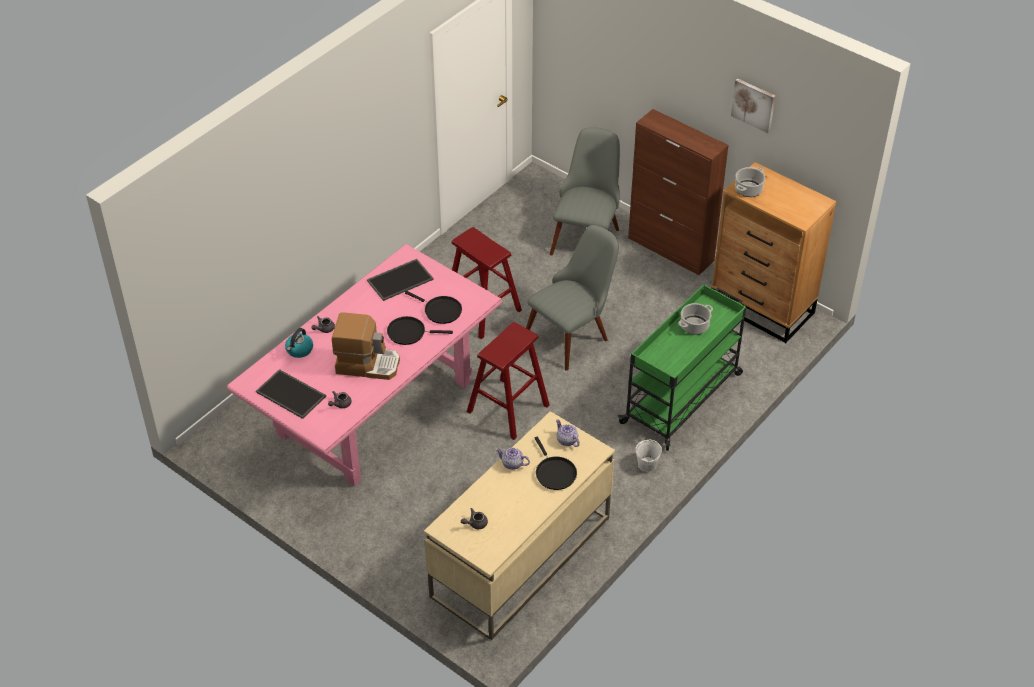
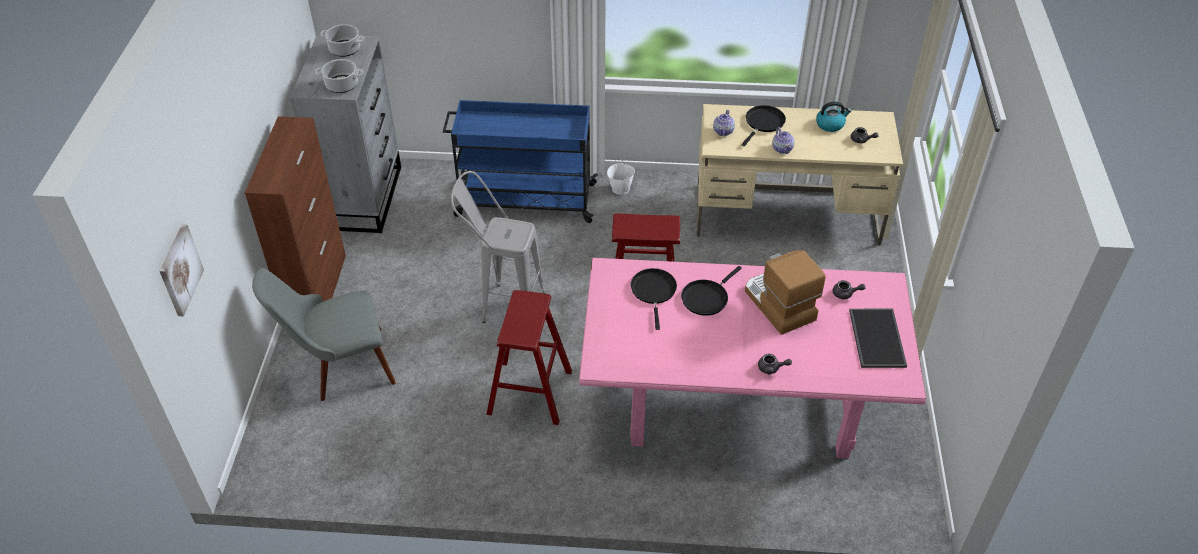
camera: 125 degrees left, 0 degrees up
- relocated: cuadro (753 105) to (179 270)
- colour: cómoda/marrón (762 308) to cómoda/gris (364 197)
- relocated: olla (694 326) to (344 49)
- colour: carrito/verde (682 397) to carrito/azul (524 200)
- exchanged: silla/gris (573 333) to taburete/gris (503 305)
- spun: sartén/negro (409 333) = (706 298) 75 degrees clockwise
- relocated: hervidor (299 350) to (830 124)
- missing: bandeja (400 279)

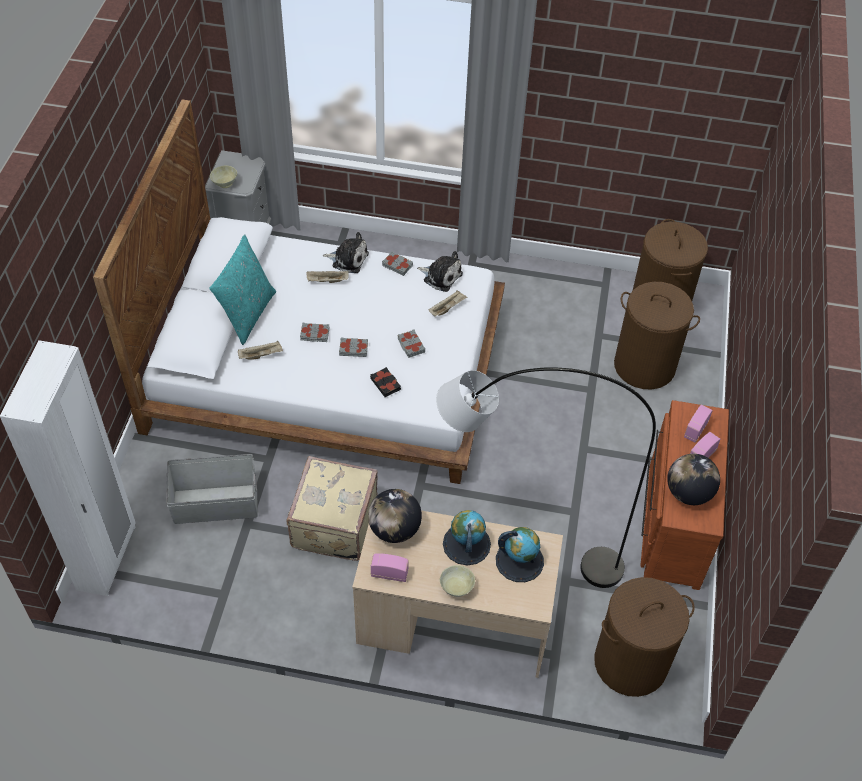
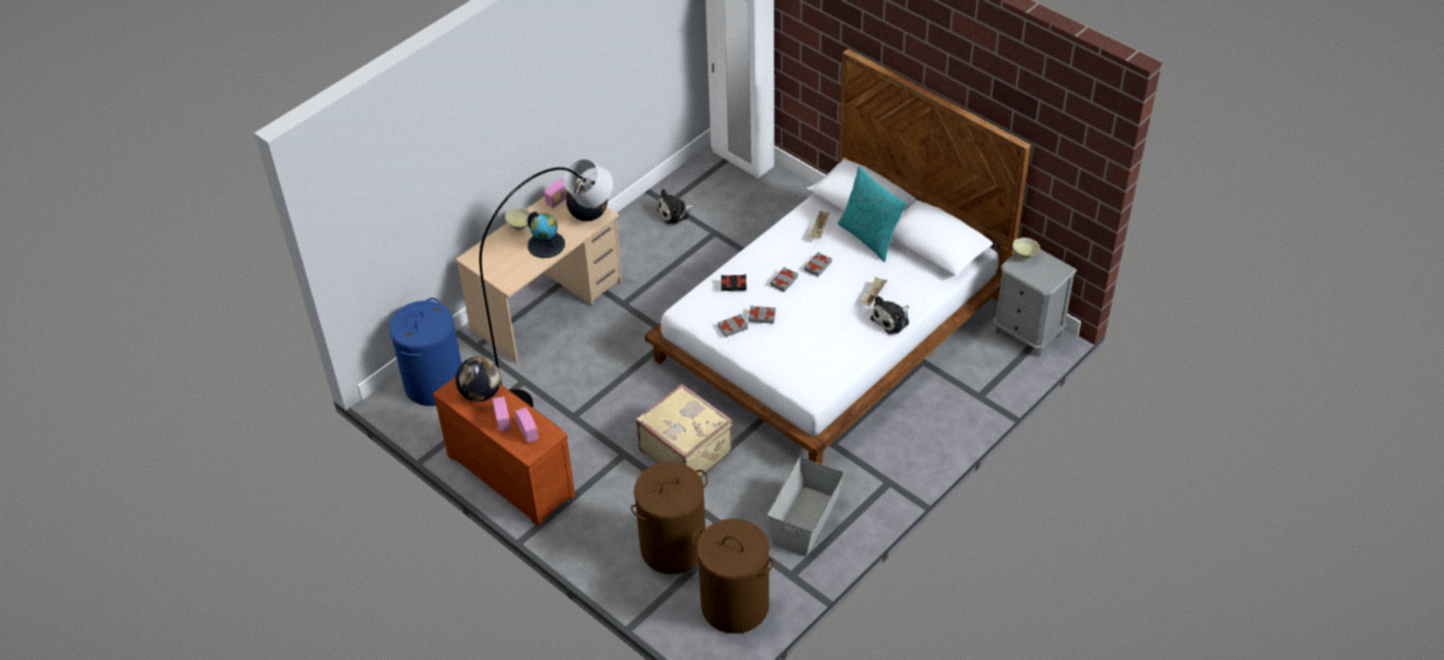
camera: 125 degrees right, 5 degrees down
- colour: cesto de la ropa/marrón (630 663) to cesto de la ropa/azul (434 383)
- relocated: maleta/beis (332 524) to (686 450)
- relocated: peluche (441 276) to (675 213)
- relocated: libro/gris (397 265) to (733 328)
- relocated: caja de almacenaje/gris (216 504) to (804 521)
- missing: bandeja/beis (447 308)
- missing: globo terráqueo (519 560)

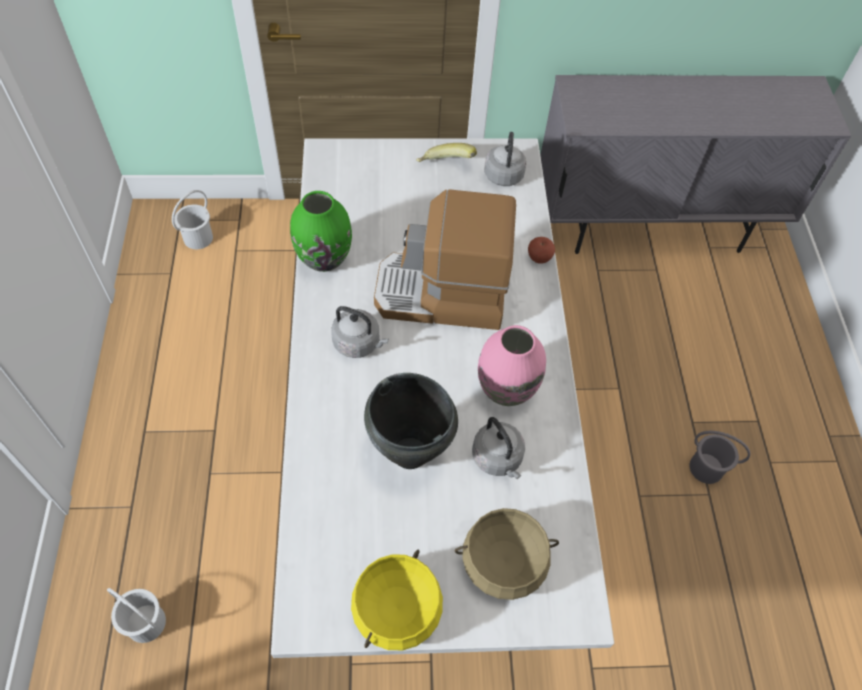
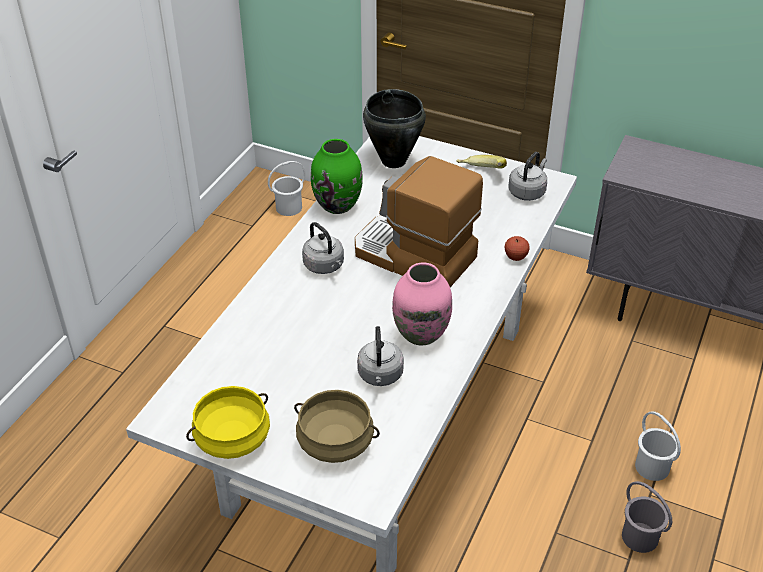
camera: 30 degrees right, 15 degrees down
- relocated: olla/negro (409 454) to (393 161)
- relocated: cubo/blanco (146 622) to (652 466)

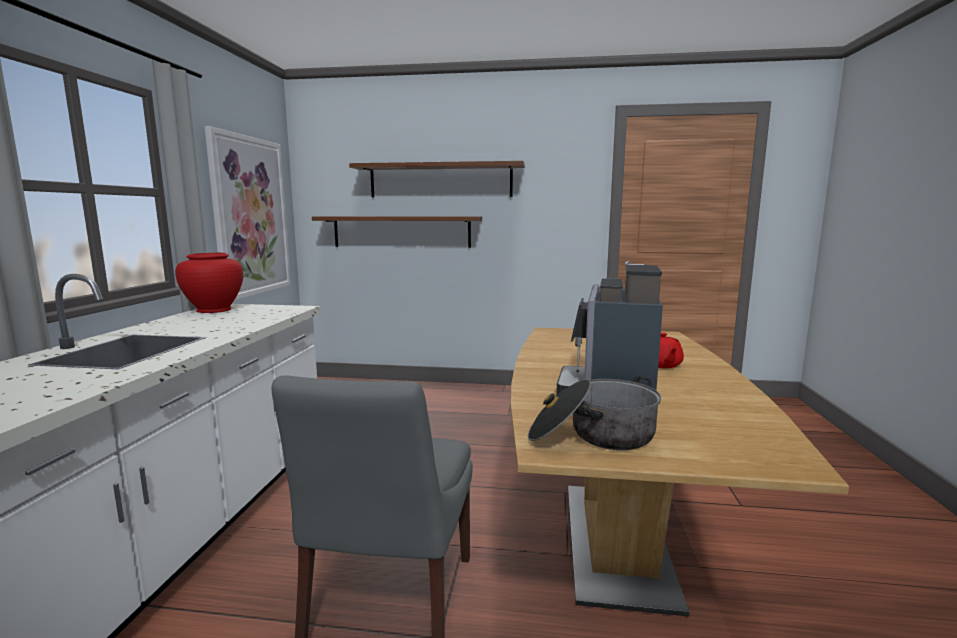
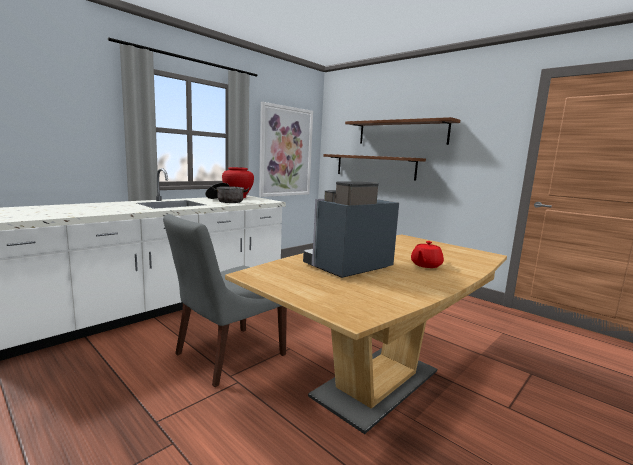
camera: 35 degrees right, 0 degrees up
- relocated: olla (593 436) to (226 201)

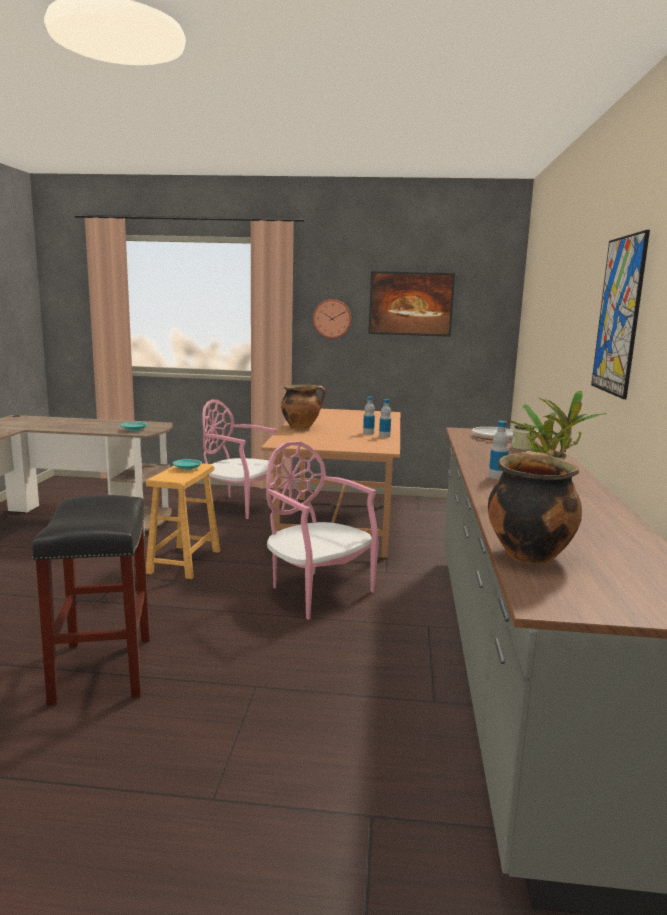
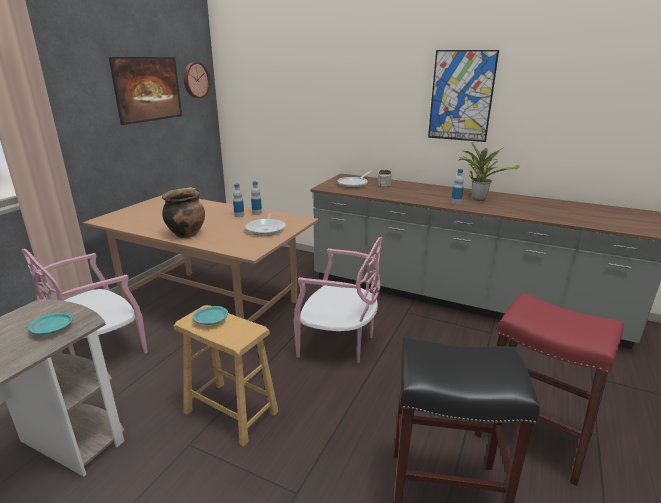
camera: 70 degrees left, 10 degrees up
- relocated: reloj de pared (332 318) to (195 80)
- appeared: sartén (266 229)
- spun: silla/rosa (316 591) = (339 343) 135 degrees counterclockwise
- appeared: taburete/rojo (532 437)
- missing: olla (527 554)

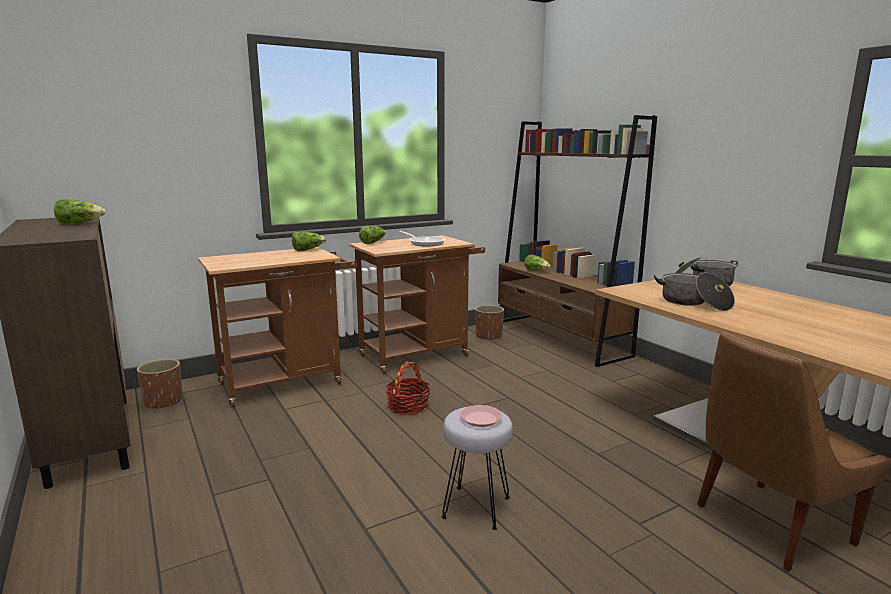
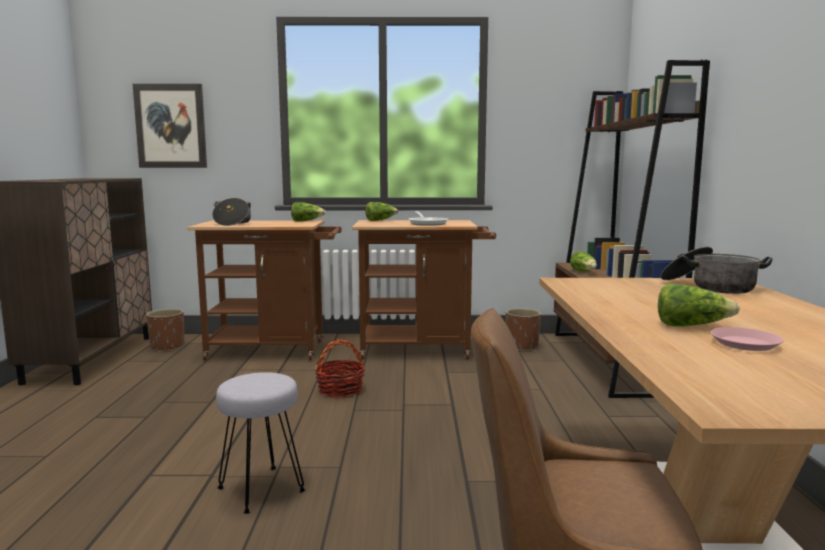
camera: 30 degrees right, 5 degrees down
- appeared: cuadro (171 126)
- relocated: olla (694 303) to (232 223)
- relocated: lechuga (79 224) to (691 326)
- relocated: plato/rosa (481 419) to (745 343)

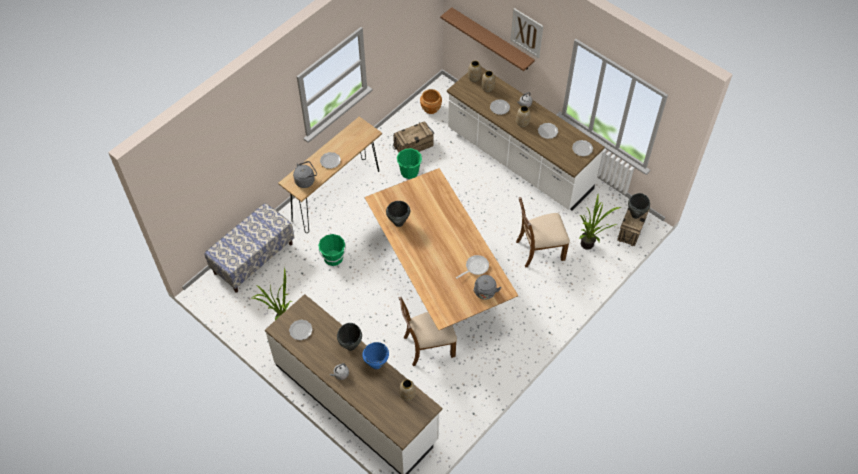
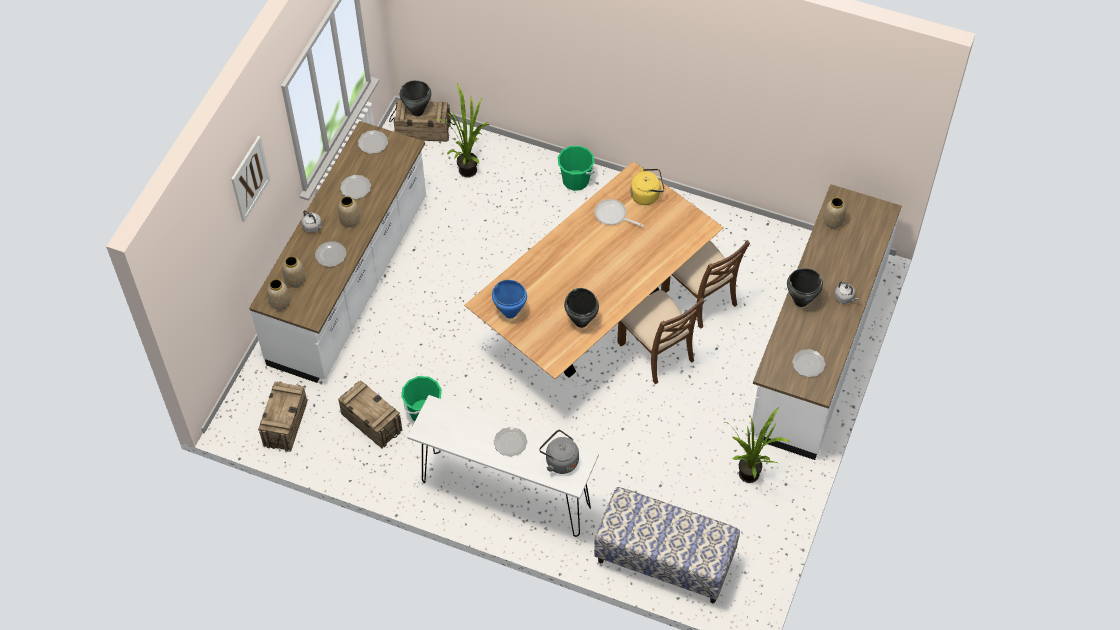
camera: 110 degrees left, 0 degrees up
- exchanged: maceta/marrón (431 108) to caja de embalaje (285 424)
- colour: mesa consola/marrón (336 195) to mesa consola/blanco (505 494)
- relocated: olla/azul (376 364) to (510 313)
- relocated: cubo/verde (333 258) to (576 180)
- relocated: silla/marrón (539 250) to (657 351)
- colour: hervidor/gris (485 293) to hervidor/amarillo (647 195)
- missing: estante/marrón (492 39)

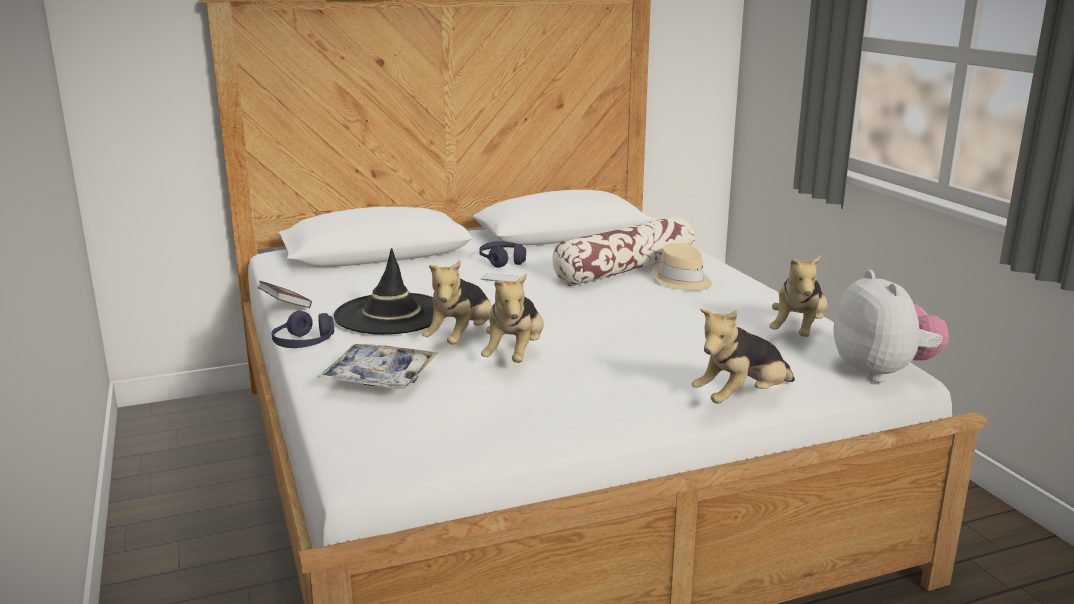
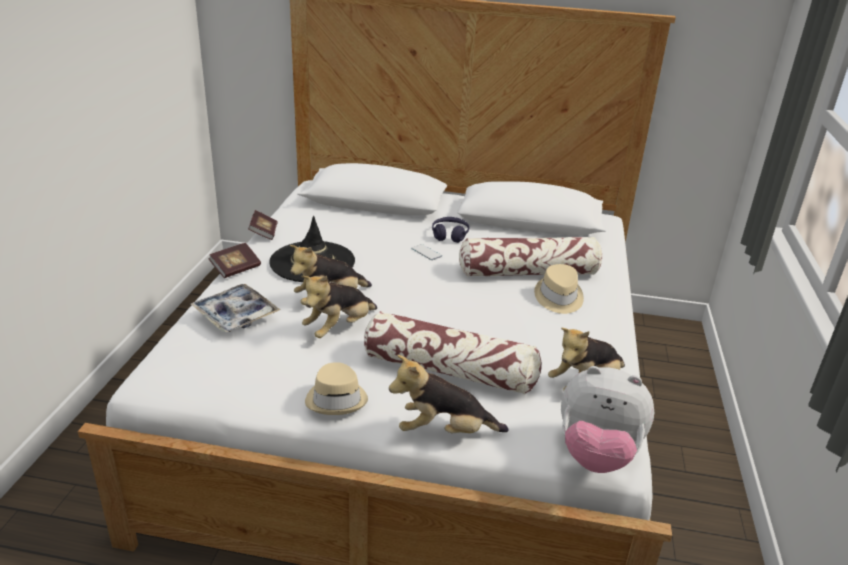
camera: 30 degrees right, 10 degrees up
- exchanged: auriculares/morado (304 343) to libro (236 269)
- appeared: sombrero/beis (337 399)
- appeared: cojín (450 370)
- spun: peluche (882 373) = (596 455) 90 degrees clockwise

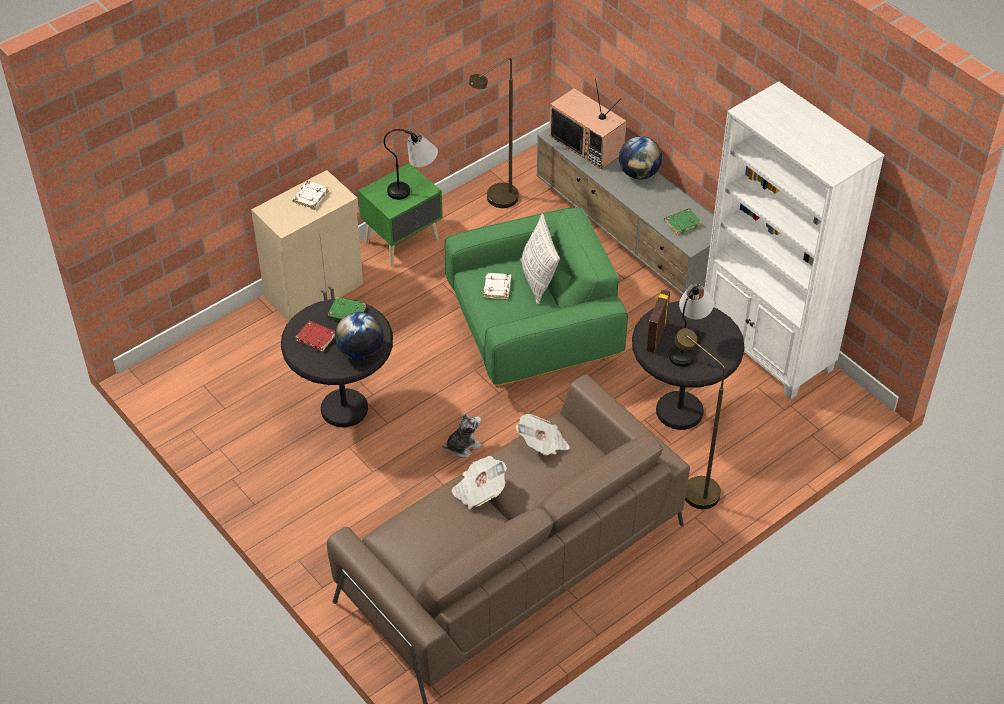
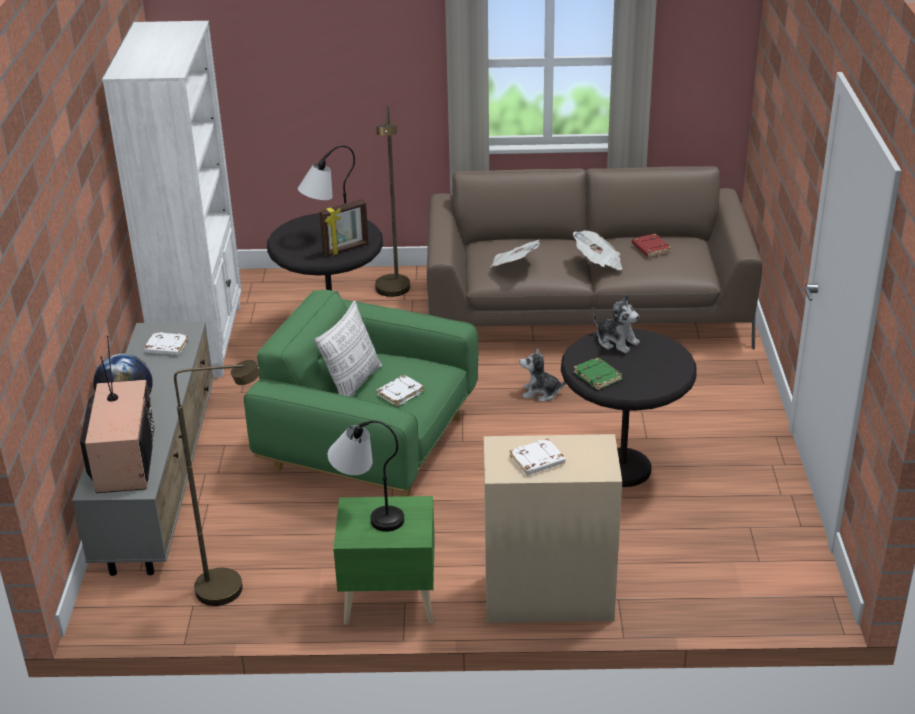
camera: 140 degrees left, 15 degrees down
- colour: libro/verde (682 223) to libro/blanco (166 347)
- exchanged: globo terráqueo (360 352) to peluche (616 342)
- relocated: libro/rojo (316 338) to (650 248)

